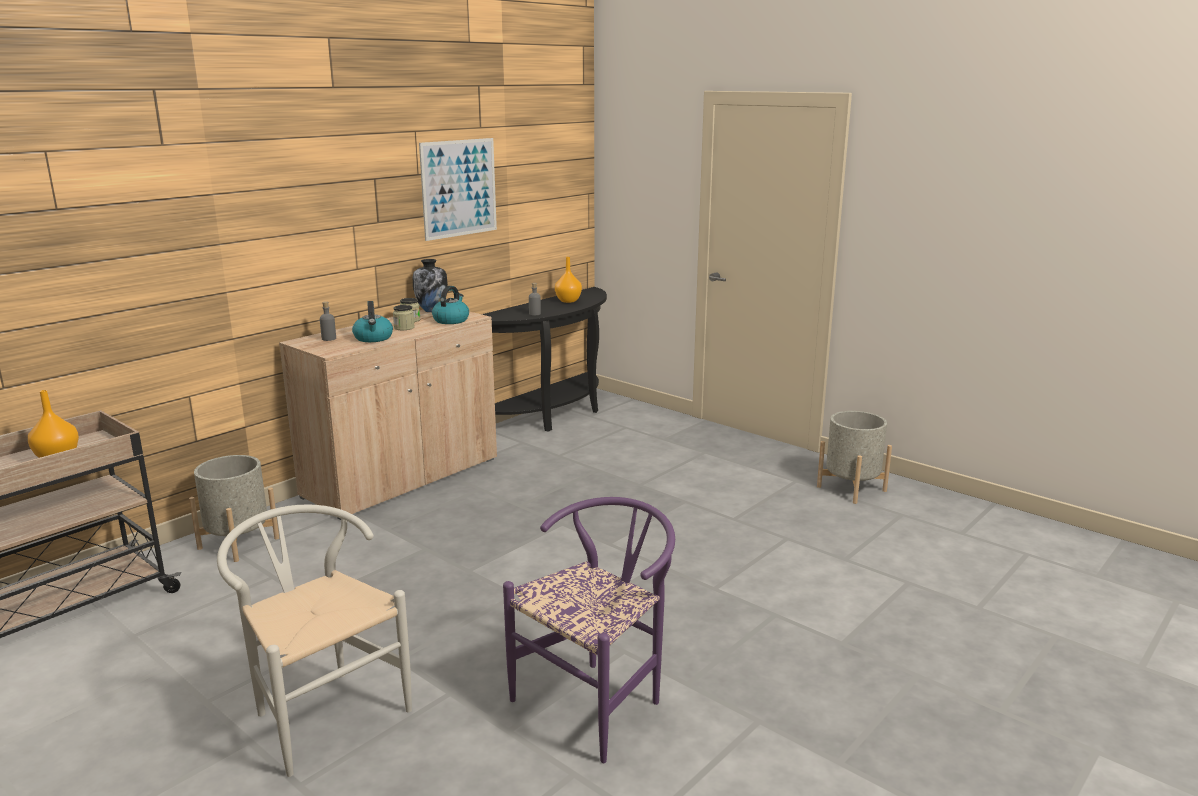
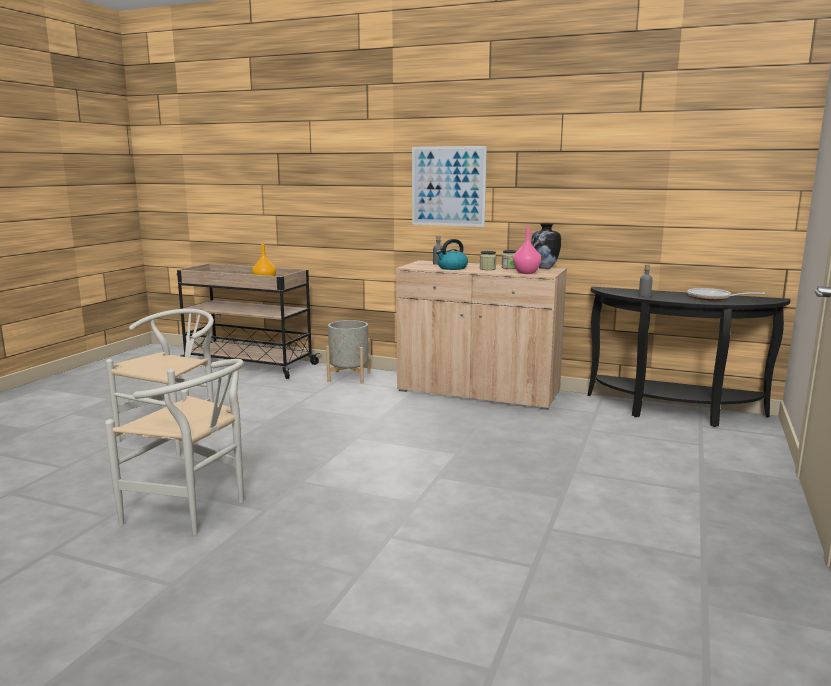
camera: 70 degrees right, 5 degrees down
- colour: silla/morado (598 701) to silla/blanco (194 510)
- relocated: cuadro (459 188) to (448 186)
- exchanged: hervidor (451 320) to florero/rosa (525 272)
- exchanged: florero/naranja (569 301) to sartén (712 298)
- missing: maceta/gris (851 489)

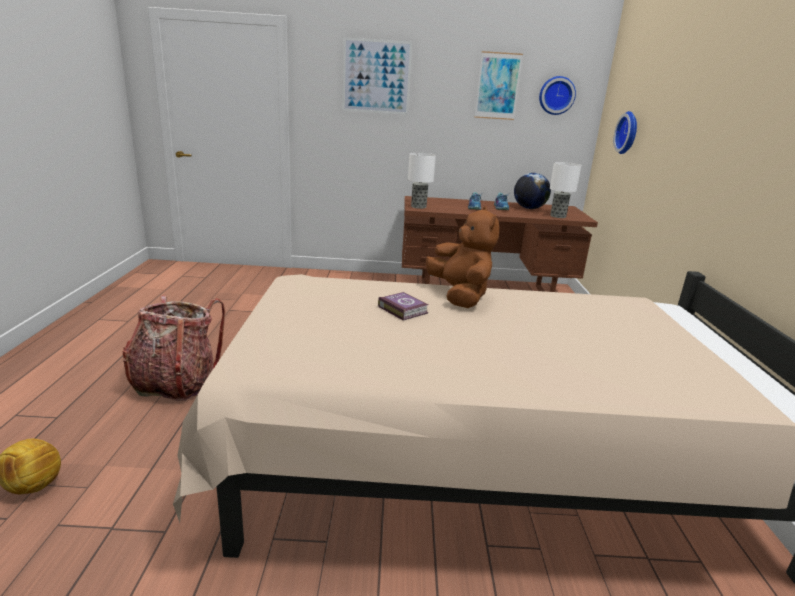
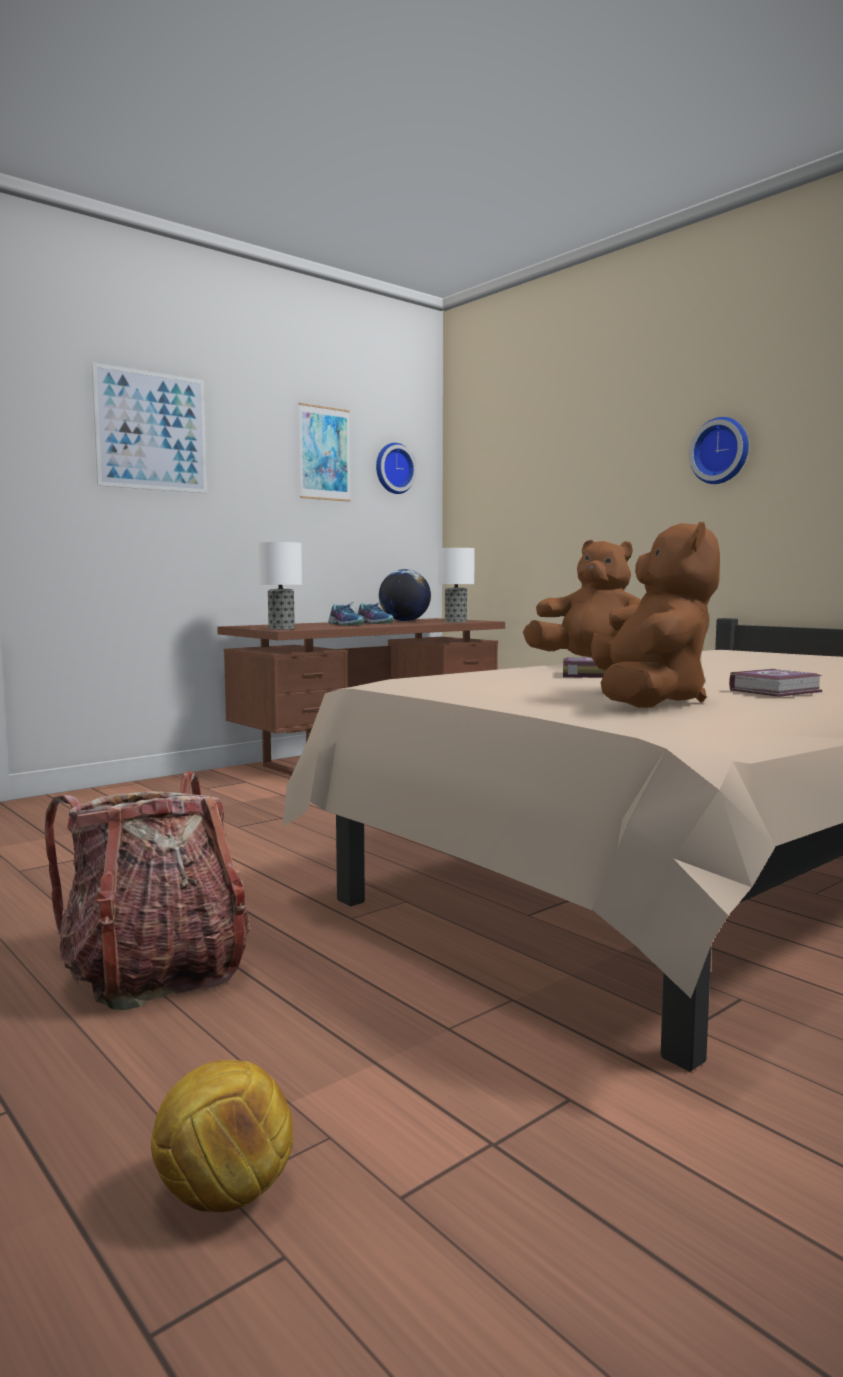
camera: 40 degrees left, 15 degrees down
- appeared: peluche/marrón (648 701)
- relocated: reloj de pared (628 133) to (721 451)
- appeared: libro (778 691)

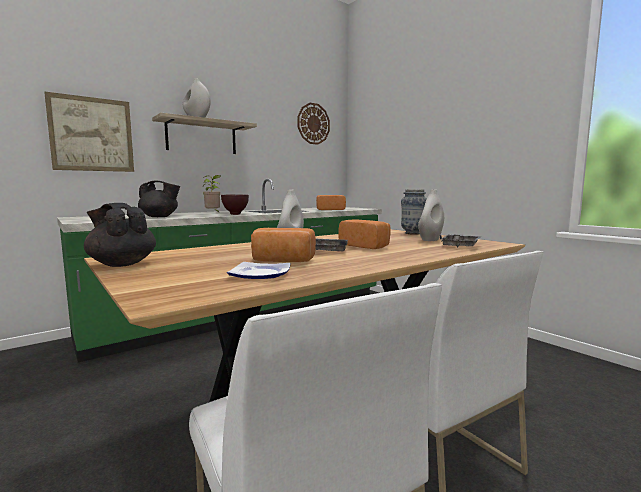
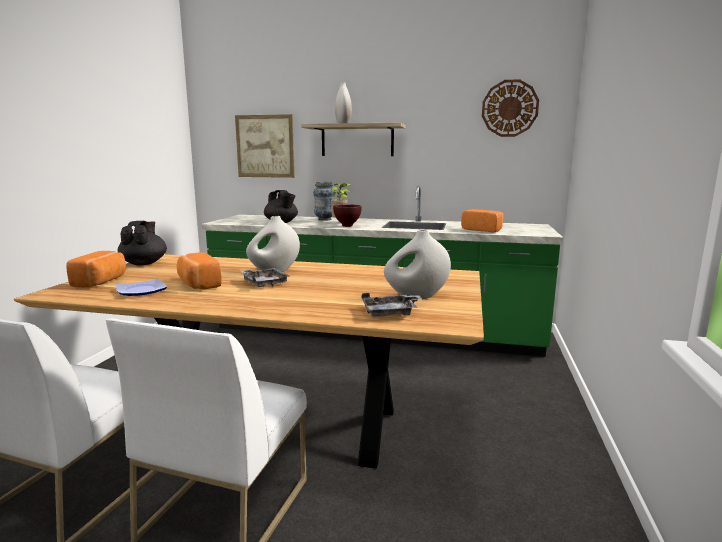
camera: 50 degrees right, 5 degrees up
- relocated: pan (365 246) to (102 281)
- relocated: florero (413 233) to (324 219)

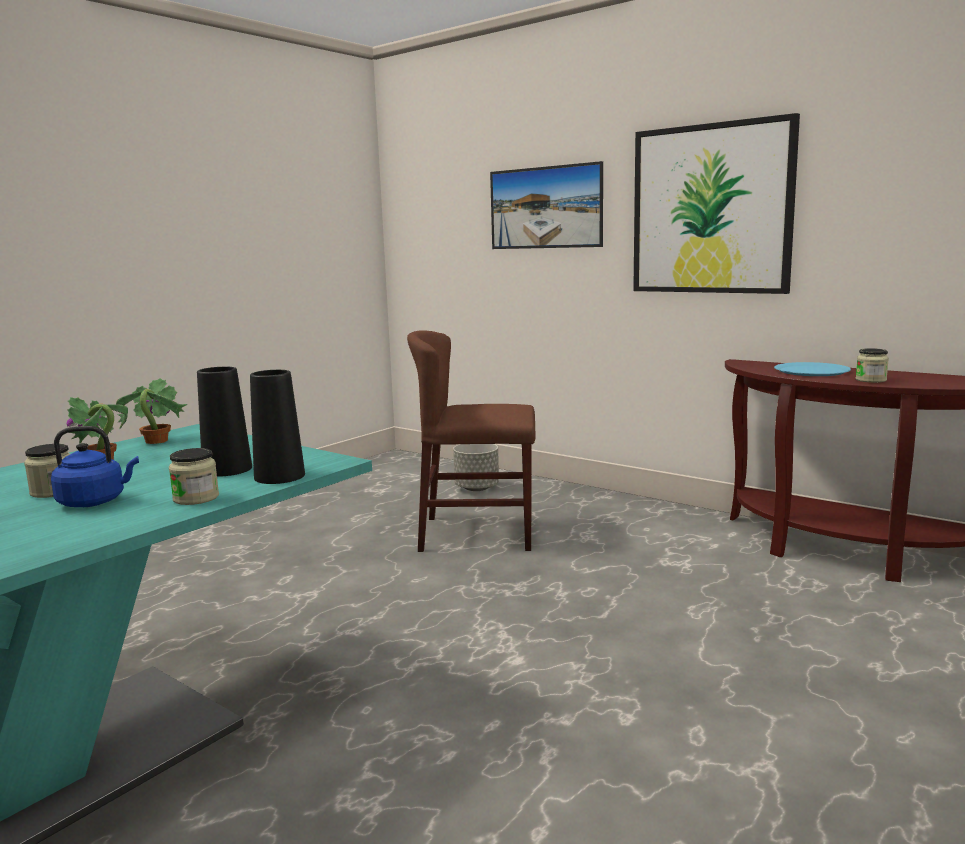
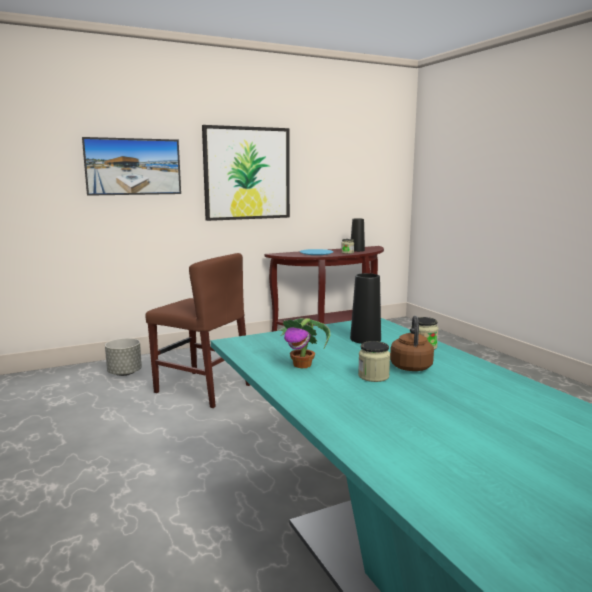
camera: 65 degrees left, 0 degrees up
- spun: silla/marrón (477 533) = (202 388) 90 degrees counterclockwise
- relocated: florero/negro (279 476) to (357 250)
- colour: hervidor/azul (95 502) to hervidor/marrón (411 366)
- missing: planta en maceta (156 441)

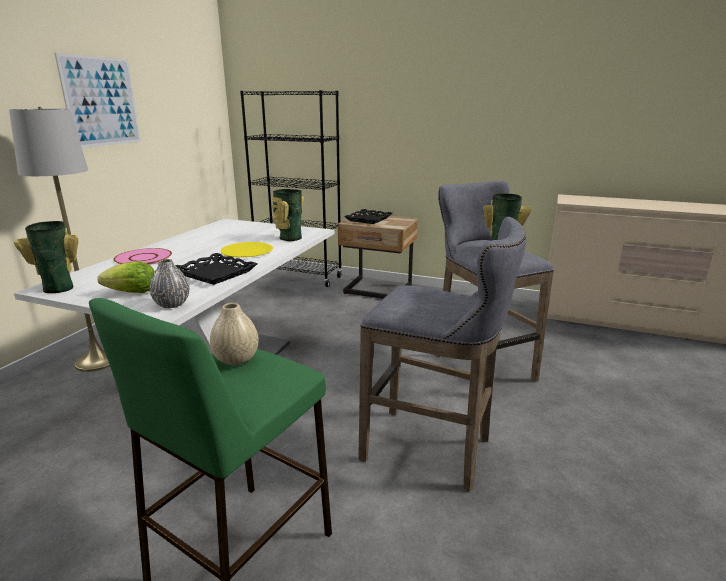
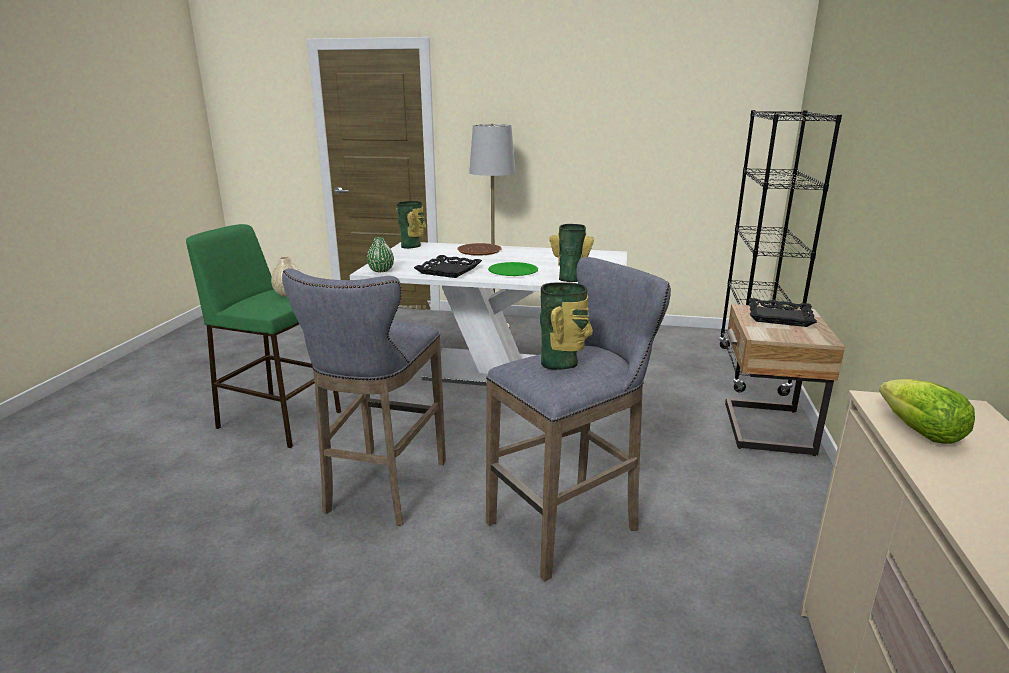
camera: 80 degrees right, 0 degrees up
- colour: florero/gris (172 304) to florero/verde (381 270)
- colour: plato/rosa (143 258) to plato/marrón (479 250)
- colour: plato/amarillo (247 251) to plato/verde (513 271)
- relocated: lechuga (133 293) to (920 432)
- missing: cuadro (101 102)

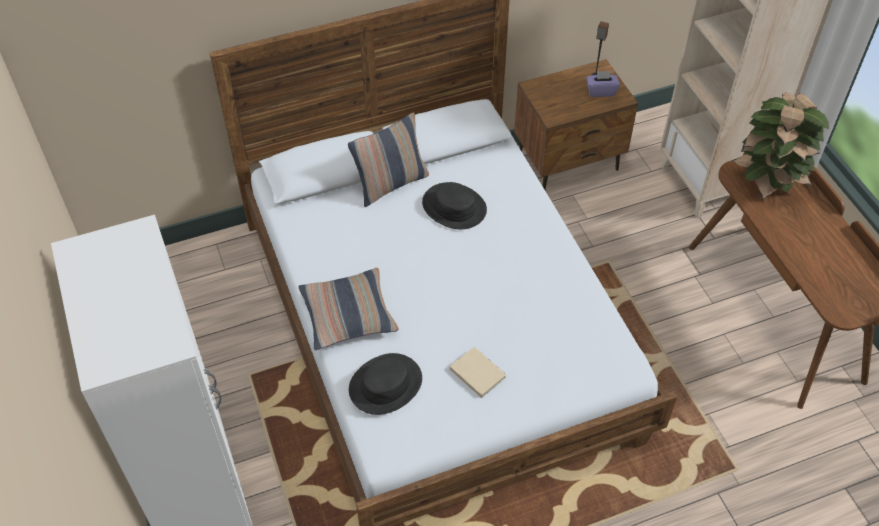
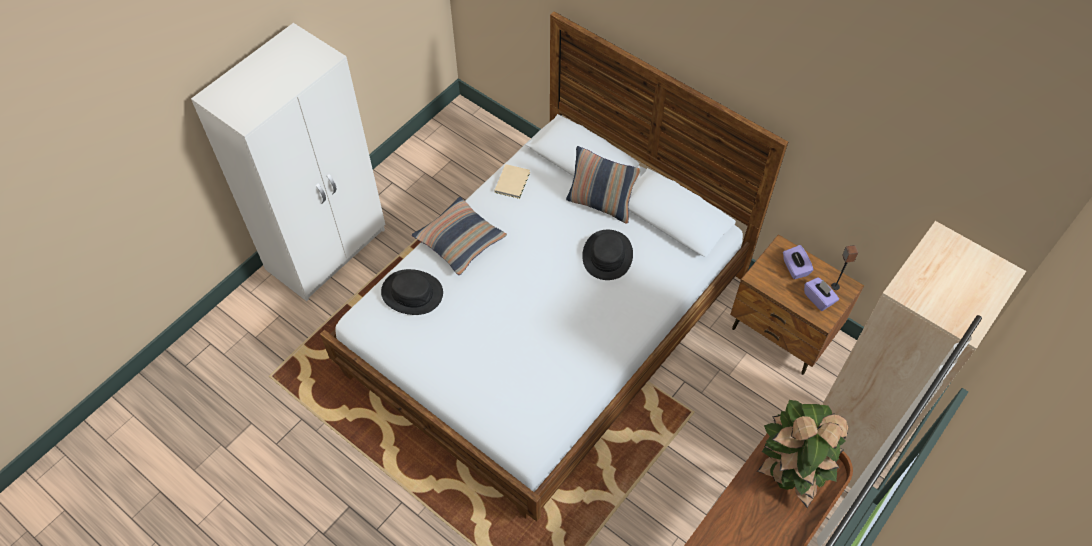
camera: 60 degrees right, 5 degrees up
- relocated: libro/beis (477 372) to (513 182)
- appeared: caja de pañuelos/morado (794 268)

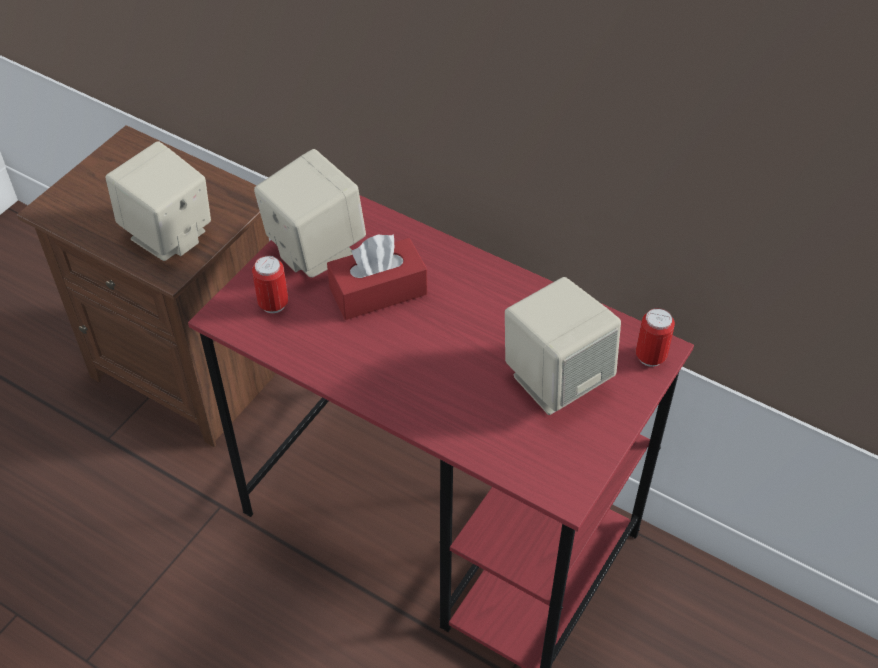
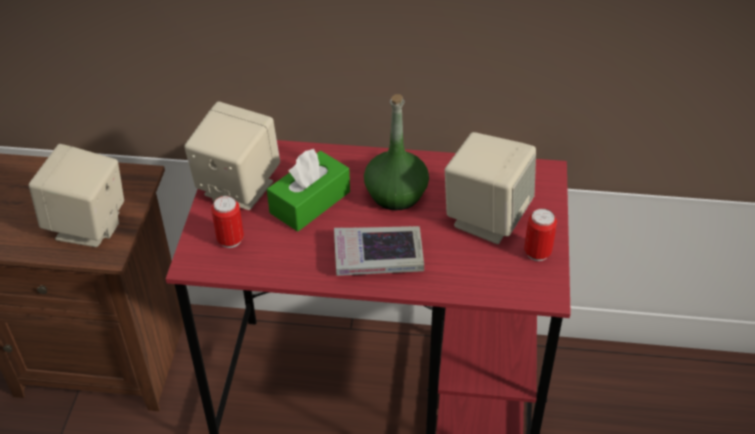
camera: 25 degrees left, 5 degrees down
- colour: caja de pañuelos/rojo (378 291) to caja de pañuelos/verde (310 202)
- appeared: libro (378 256)
- appeared: botella/verde (396 194)
- relocated: lata (650 357) to (537 253)

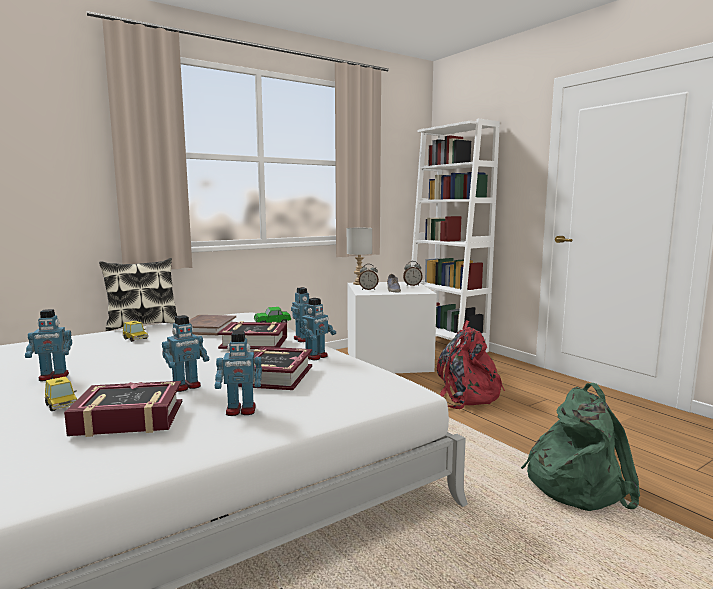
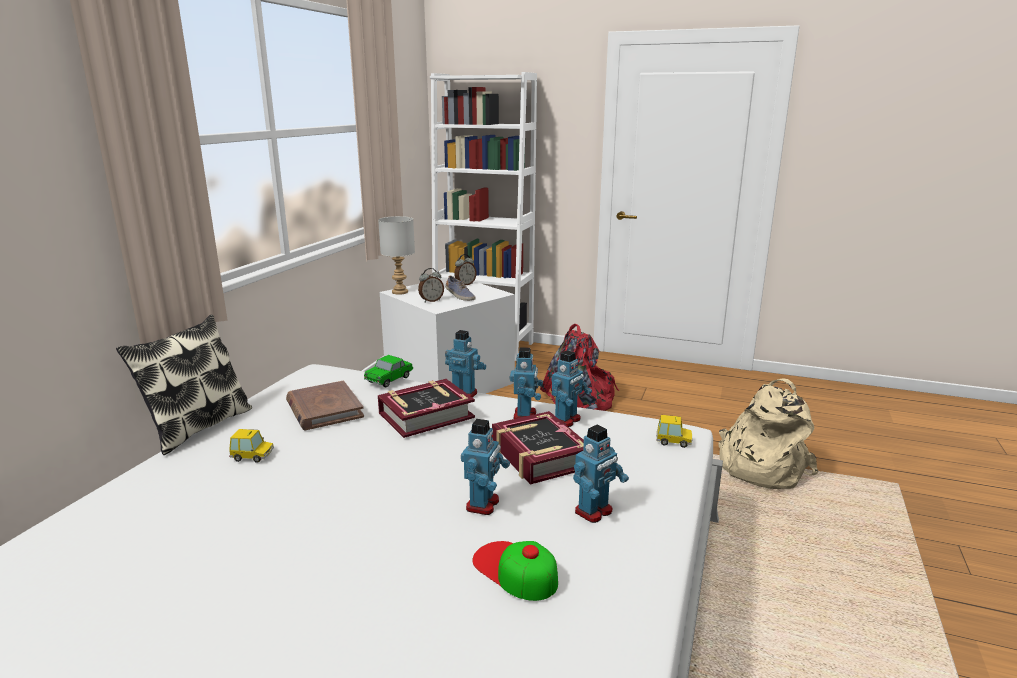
camera: 35 degrees left, 10 degrees up
- exchanged: libro (128 418) to gorra (515 570)
- relocated: robot de juguete (53 377) to (567 420)
- relocated: coche de juguete (61 405) to (673 441)
- colour: mochila/verde (576 484) to mochila/beis (759 467)

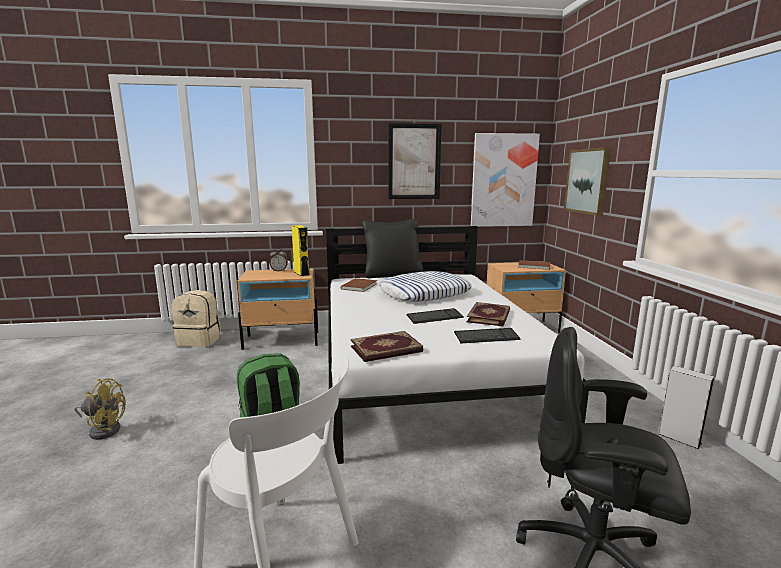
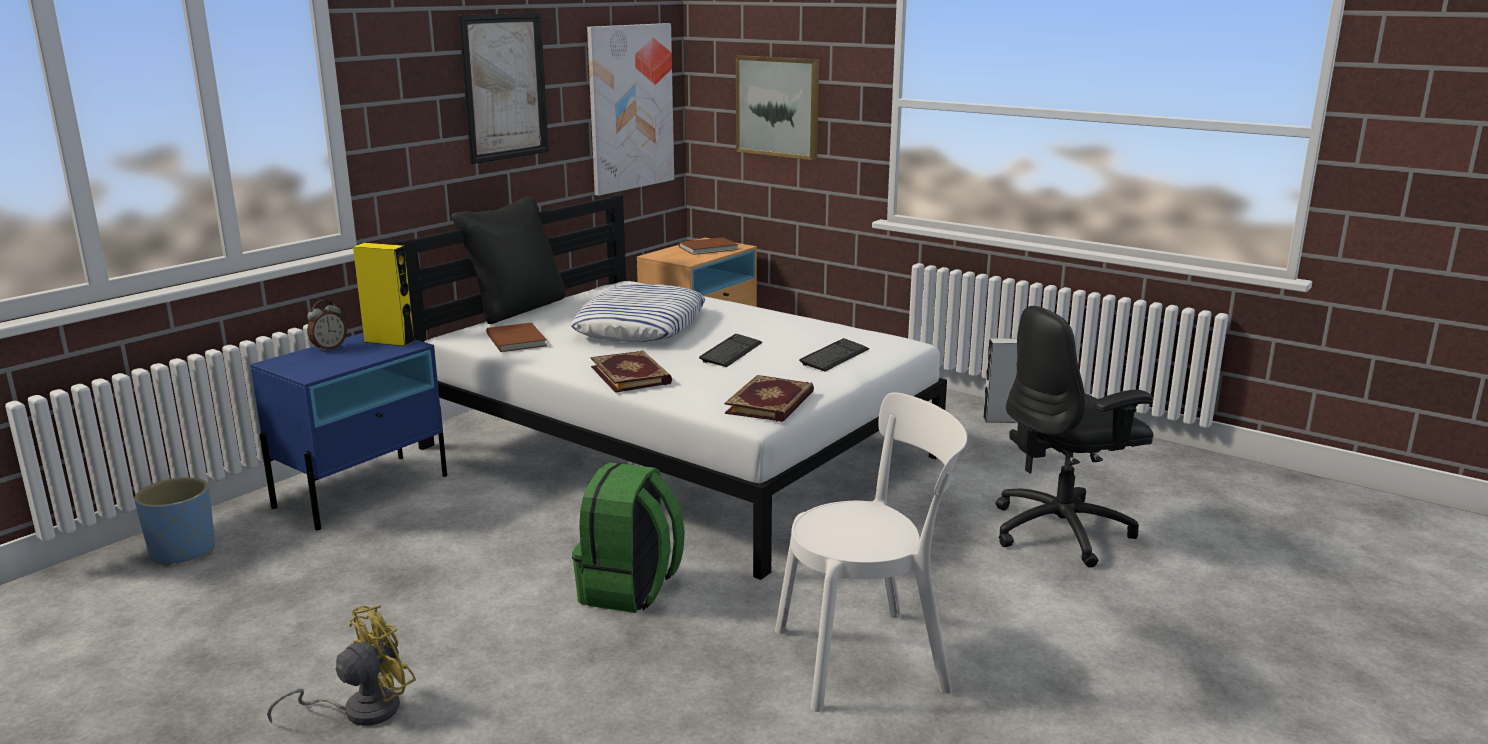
camera: 45 degrees left, 5 degrees up
- exchanged: mochila/beis (200 341) to maceta/azul (183 551)
- colour: mesita de noche/beis (282 340) to mesita de noche/azul (363 491)
- relocated: libro (489 316) to (632 375)

